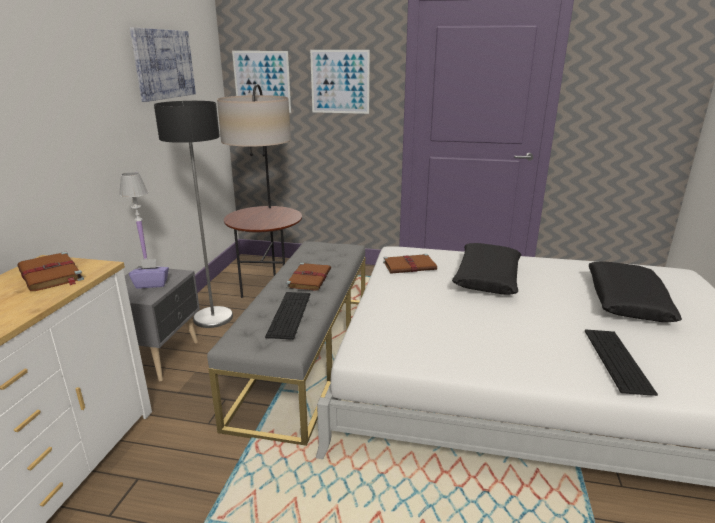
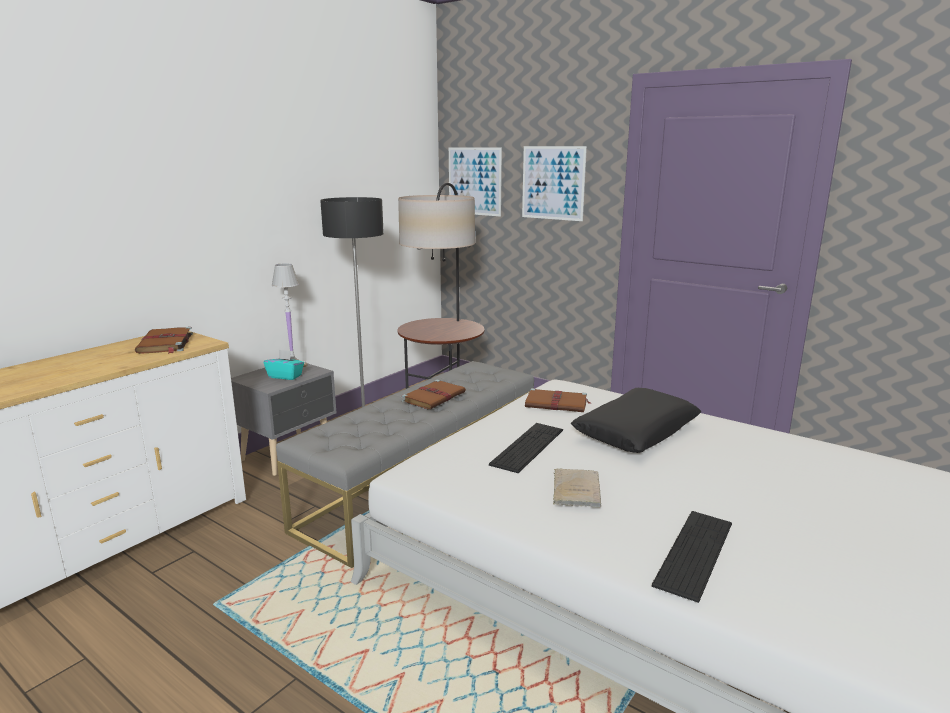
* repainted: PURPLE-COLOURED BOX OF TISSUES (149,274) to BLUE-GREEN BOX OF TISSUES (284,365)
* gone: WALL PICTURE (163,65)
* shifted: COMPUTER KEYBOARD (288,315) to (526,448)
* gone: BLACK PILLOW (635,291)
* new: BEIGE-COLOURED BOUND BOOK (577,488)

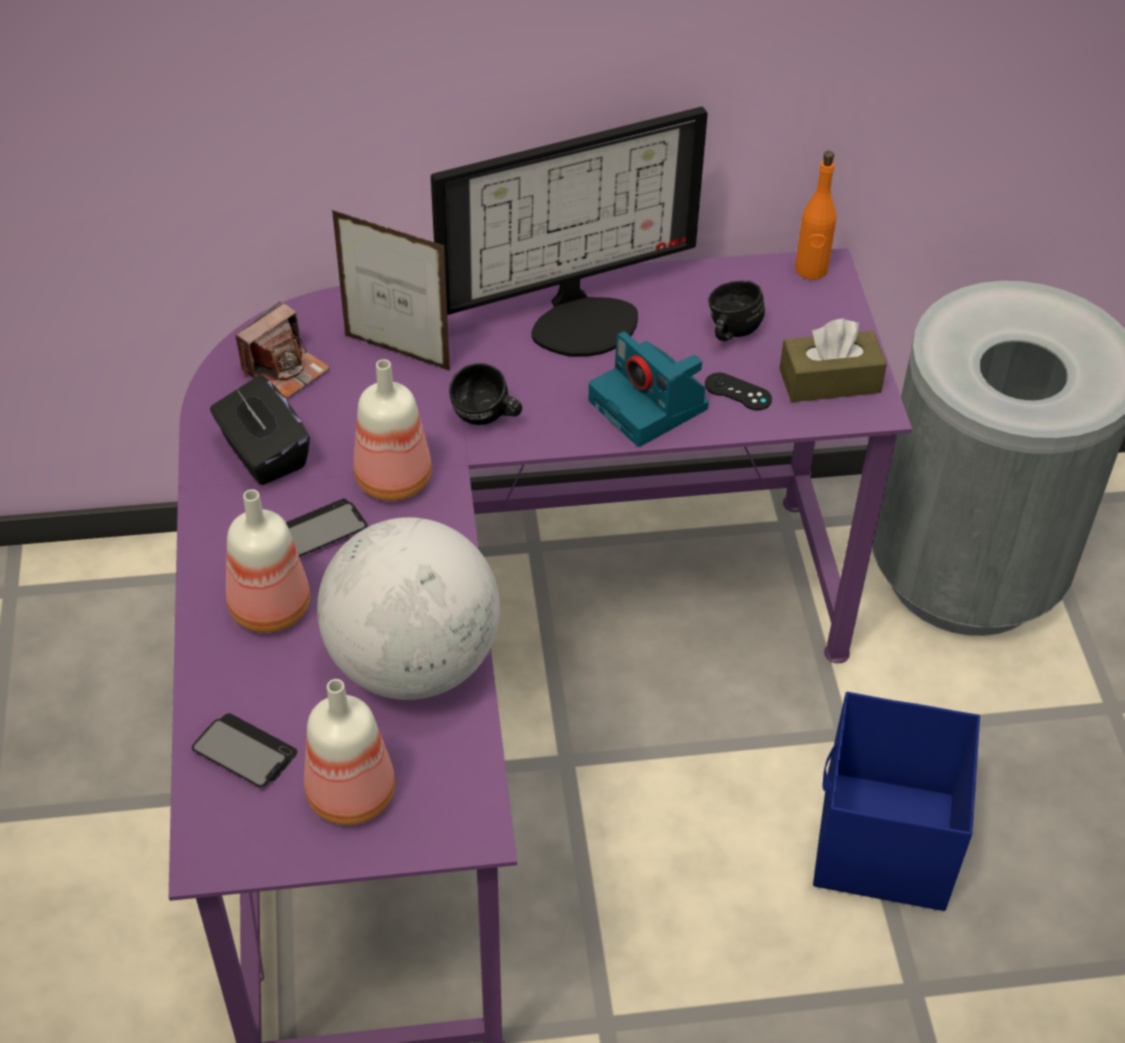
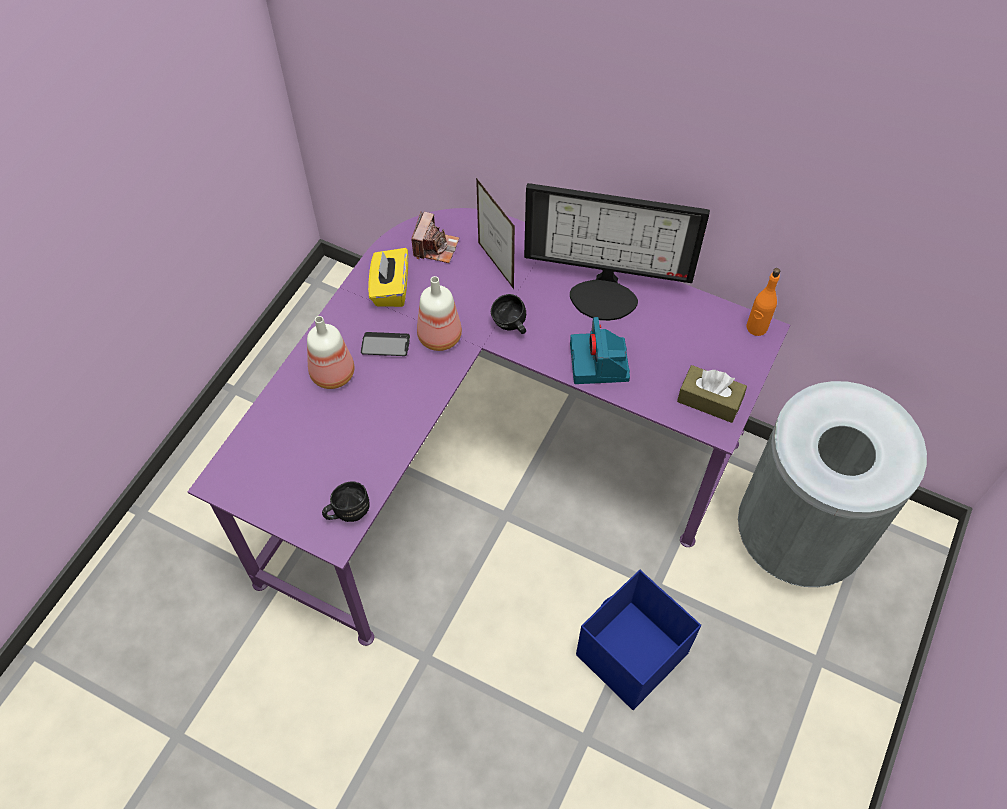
* gone: HANDSET (245,750)
* repainted: BLACK BOX OF TISSUES (260,430) to YELLOW BOX OF TISSUES (388,277)
* rotated: PHOTO CAMERA (282,350) = (435,237) 60 degrees counterclockwise
* gone: DRINK BOTTLE (349,752)
* gone: GLOBE (408,608)
* gone: BLACK GAMEPAD (738,391)
* shifted: BLACK TEA MUG (736,310) to (346,501)

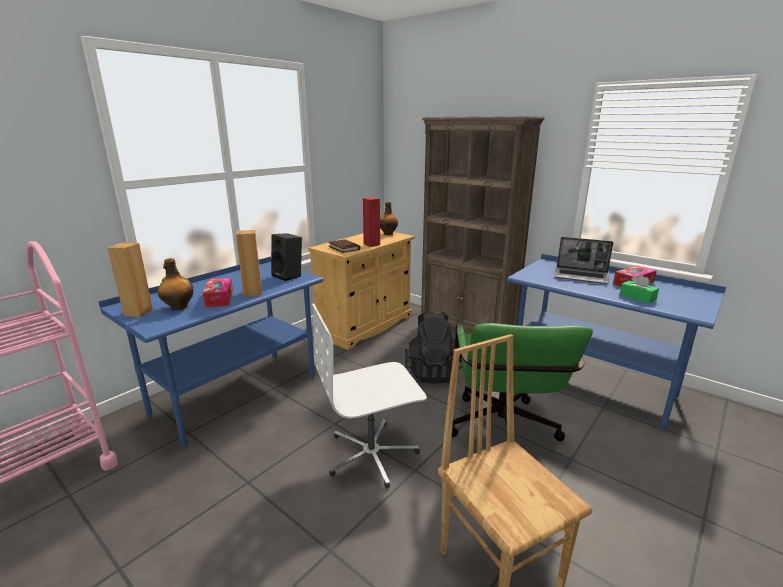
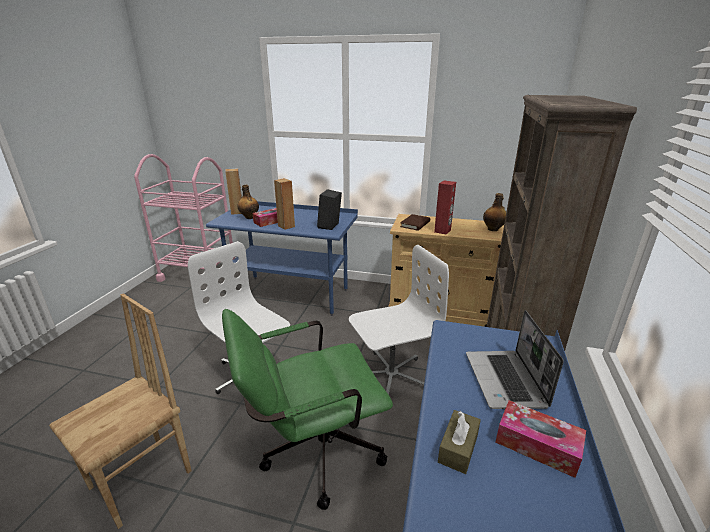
* swapped: BLACK KNAPSACK (433,347) to WHITISH DESK CHAIR (399,320)
* repainted: GREEN-COLOURED BOX OF TISSUES (639,289) to BROWN BOX OF TISSUES (459,442)

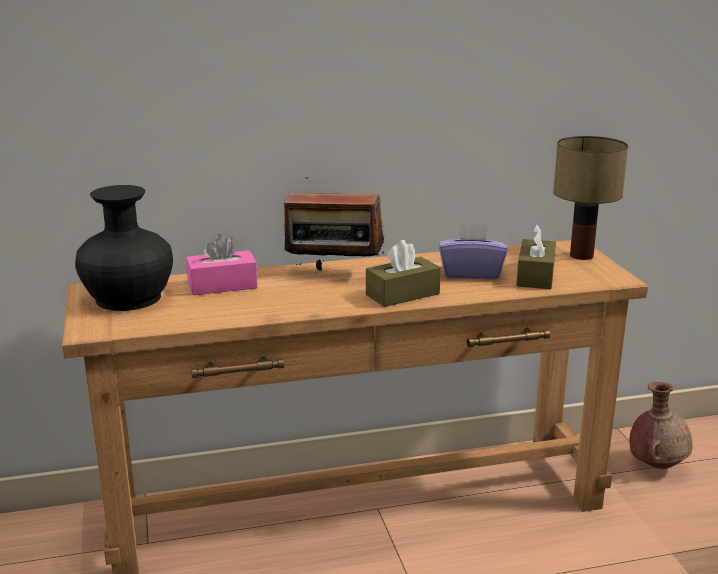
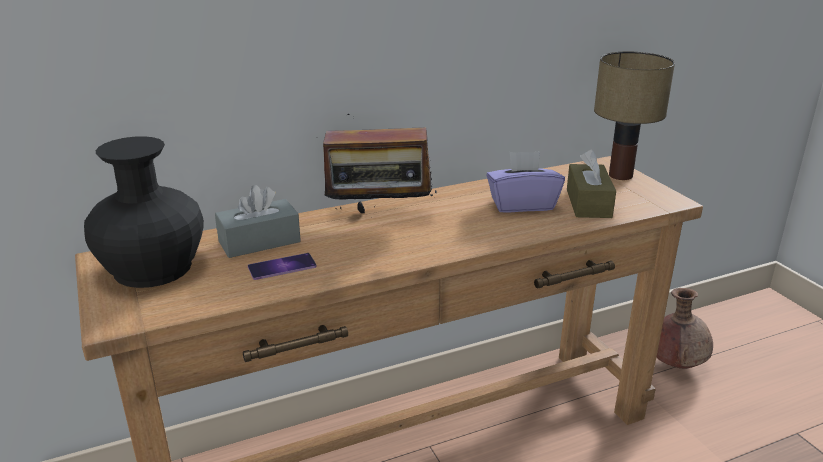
* repainted: PINKISH BOX OF TISSUES (222,264) to GREYISH BOX OF TISSUES (258,221)
* gone: BROWN BOX OF TISSUES (403,273)
* new: HANDSET (282,266)

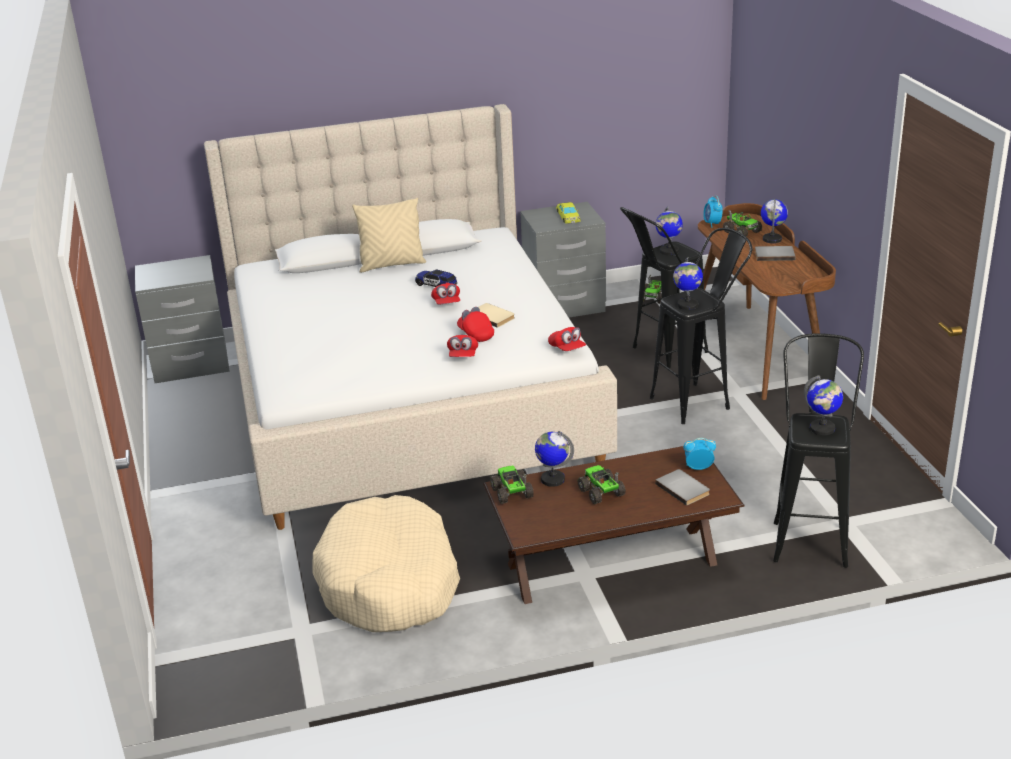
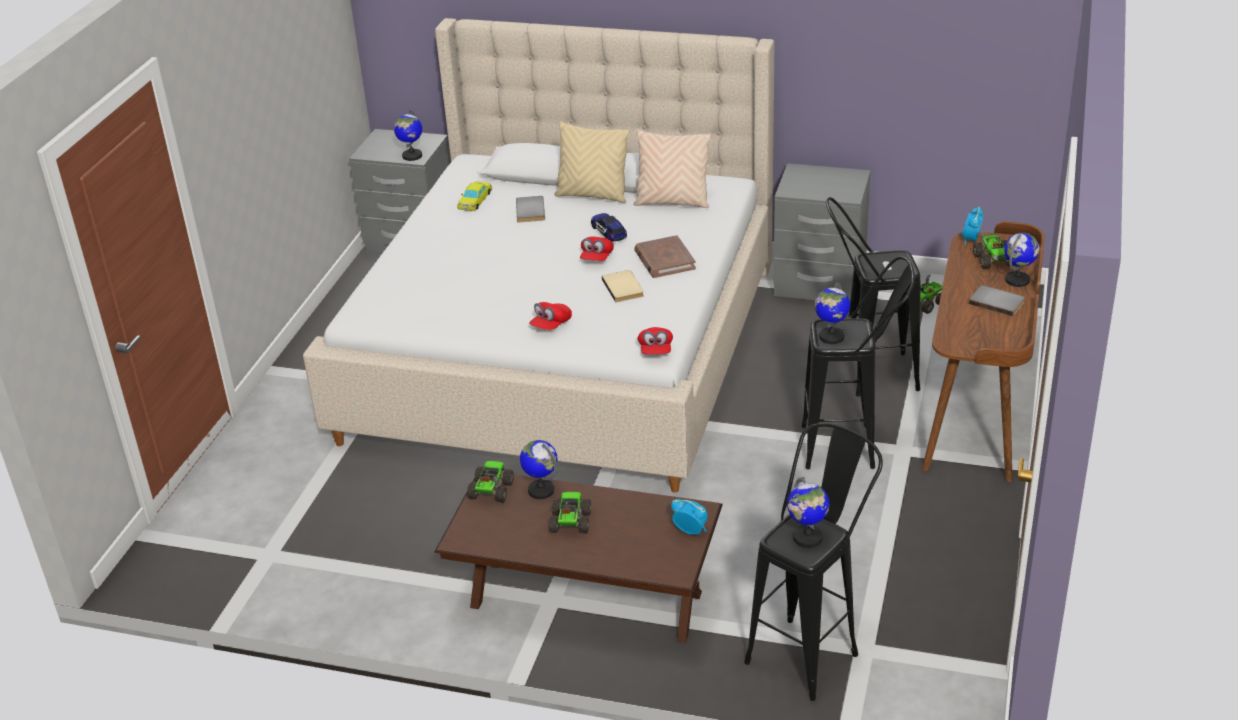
* gone: BEIGE-COLOURED DOG BED (386,563)
* gone: RED CAP (475,324)
* shifted: YELLOW MODEL CAR (568,213) to (474,196)
* shifted: GREYISH BOUND BOOK (682,487) to (530,209)
* shifted: GLOBE (669,231) to (408,135)
* new: BEIGE-COLOURED PILLOW (672,168)
* new: BROWN BOUND BOOK (665,256)

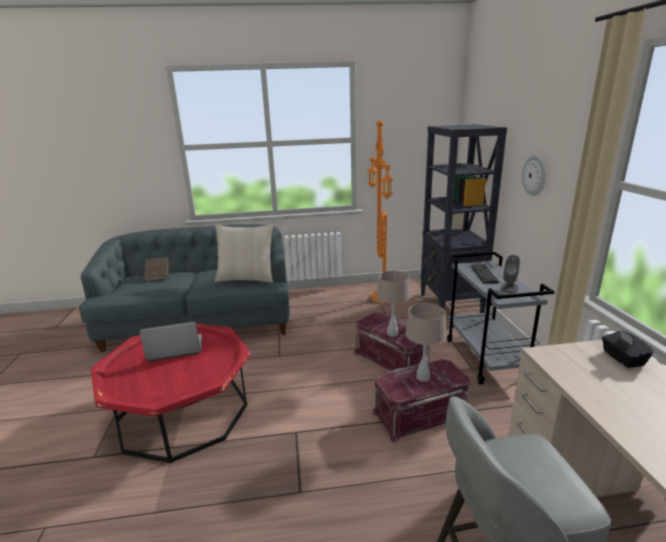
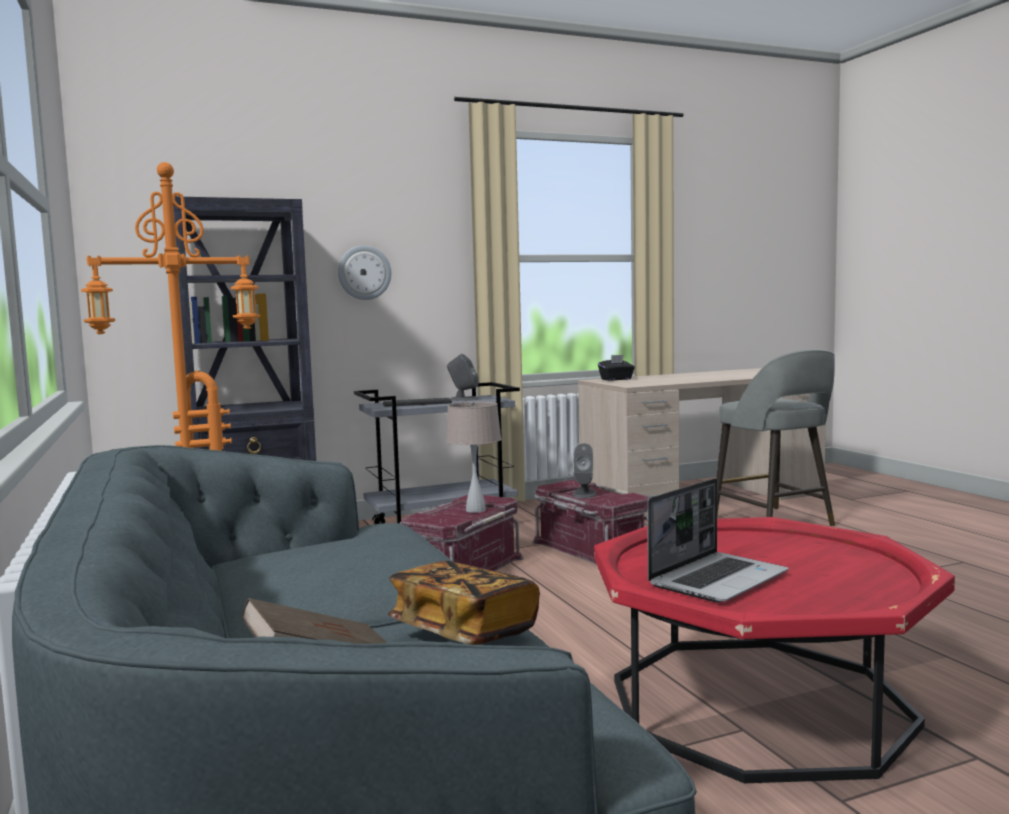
* rotated: LAPTOP (170,341) = (718,540) 105 degrees counterclockwise
* gone: BEIGE-COLOURED PILLOW (244,253)
* swapped: BEIGE-COLOURED TABLETOP LAMP (425,342) to GREYISH AUDIO SPEAKER (585,470)
* new: BOUND BOOK (464,603)

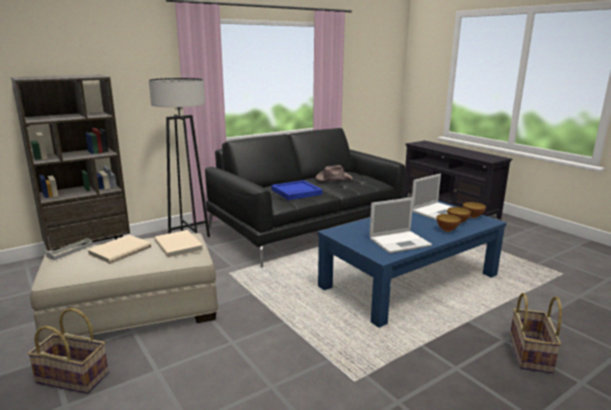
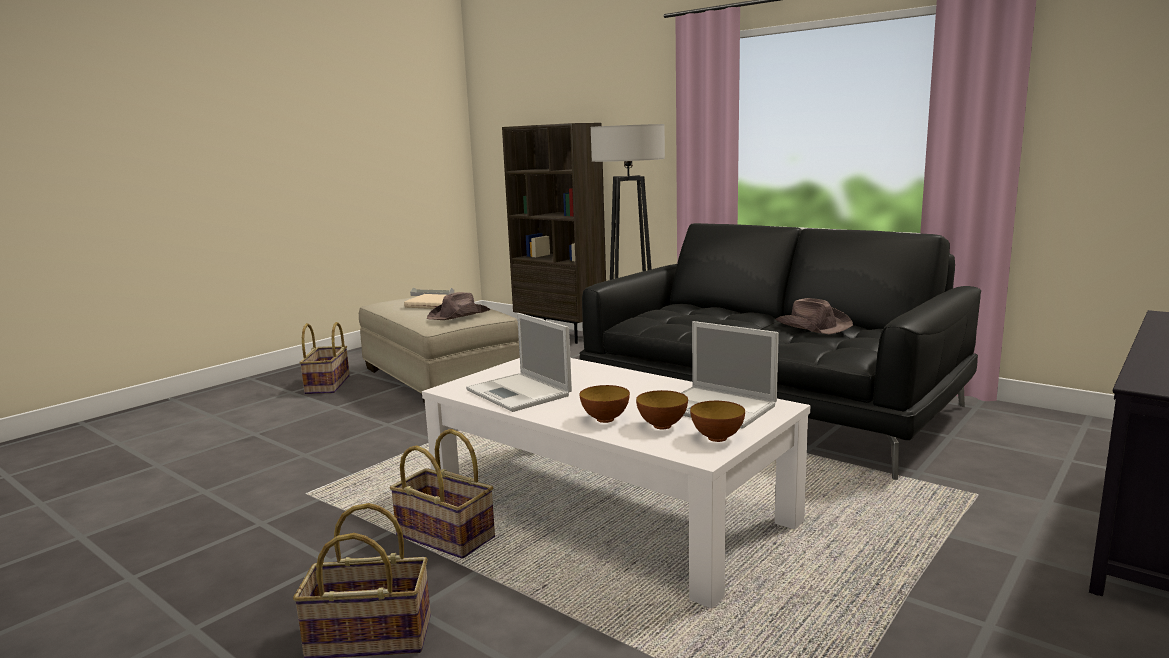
* swapped: BEIGE-COLOURED BOUND BOOK (178,244) to BROWN WEARABLE HAT (458,306)
* gone: BLUISH SERVING TRAY (297,190)
* repainted: BLUISH COFFEE TABLE (412,264) to WHITISH COFFEE TABLE (616,483)
* new: STORAGE BASKET (442,493)

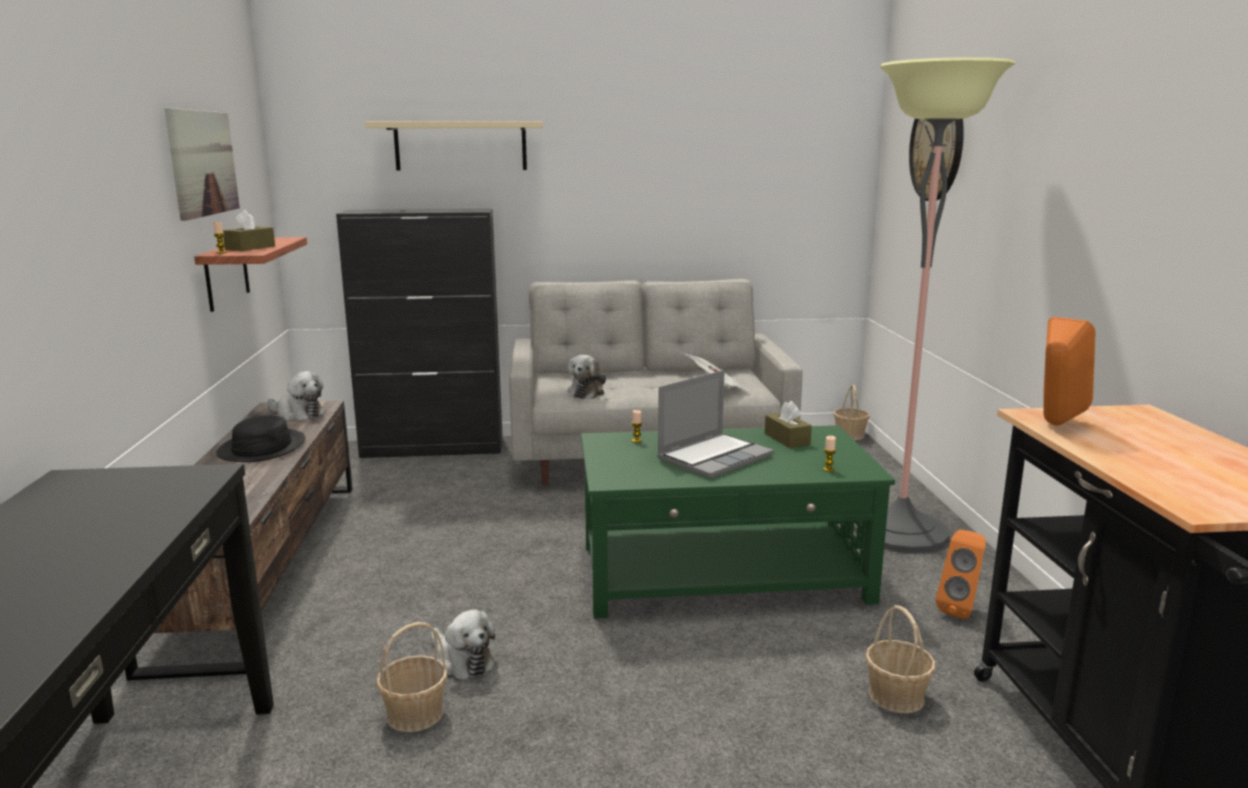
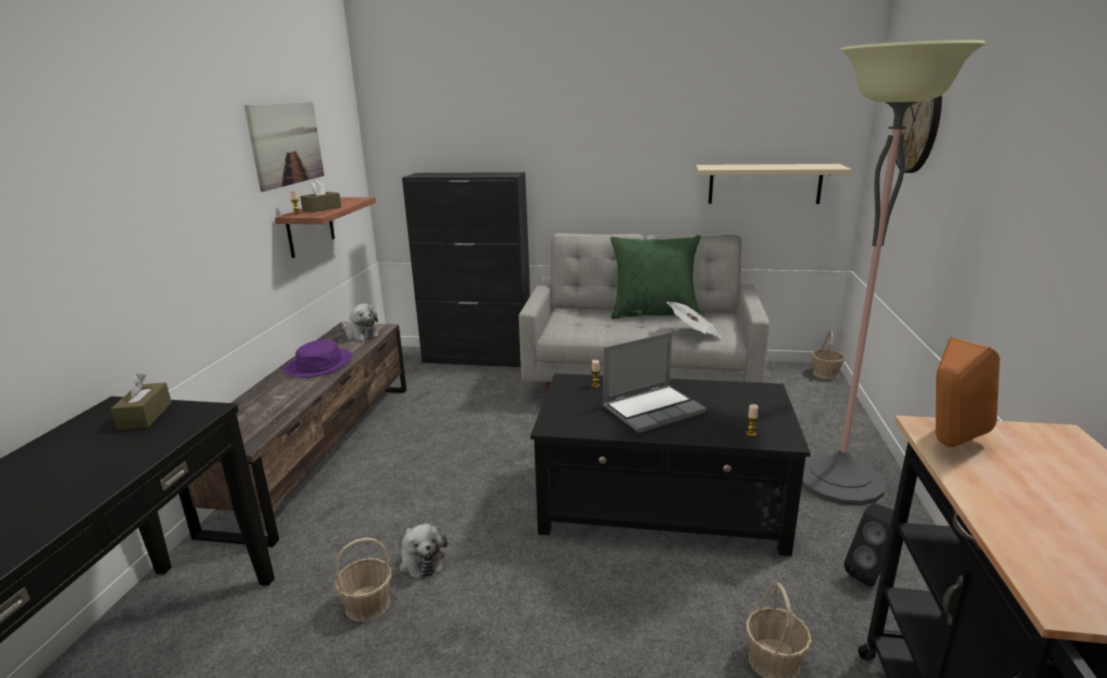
* repainted: BLACK WEARABLE HAT (260,439) to PURPLE-COLOURED WEARABLE HAT (318,359)
* shifted: BEIGE-COLOURED WALL SHELF (454,146) to (774,184)
* gone: PLUSH TOY (586,377)
* repainted: GREEN-COLOURED COFFEE TABLE (738,521) to BLACK COFFEE TABLE (670,464)
* shifted: BROWN BOX OF TISSUES (788,424) to (141,401)
* repainted: ORANGEY AUDIO SPEAKER (961,574) to BLACK AUDIO SPEAKER (869,544)
* new: GREEN-COLOURED PILLOW (656,277)

